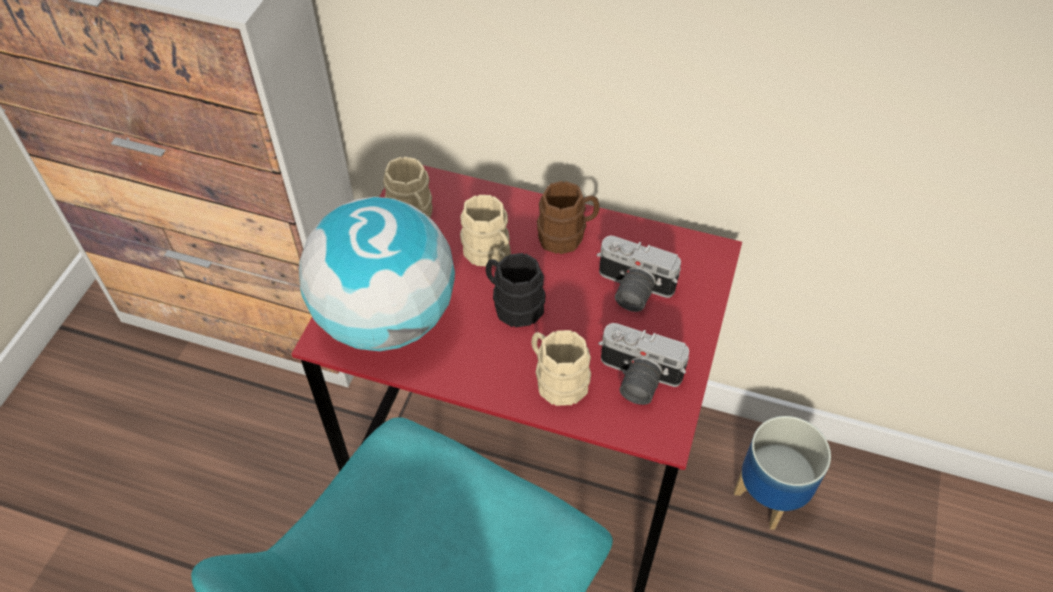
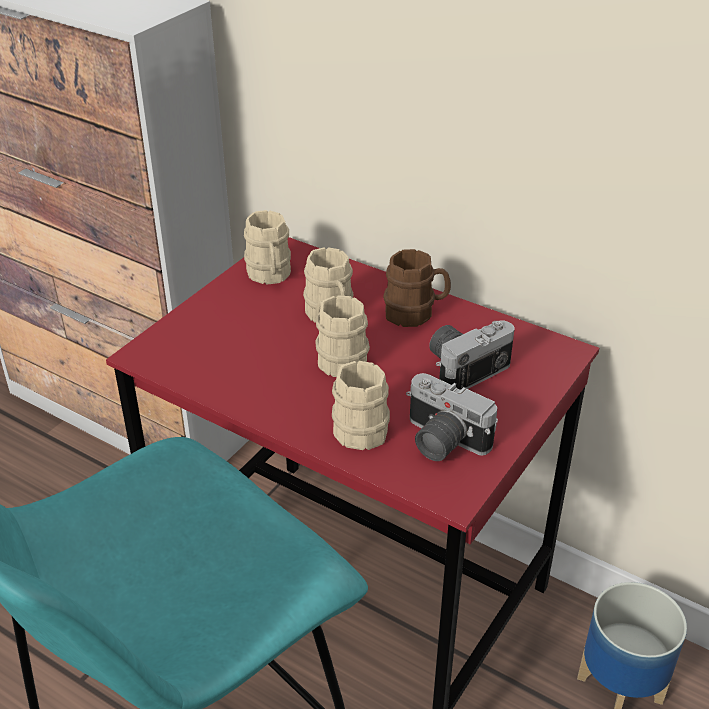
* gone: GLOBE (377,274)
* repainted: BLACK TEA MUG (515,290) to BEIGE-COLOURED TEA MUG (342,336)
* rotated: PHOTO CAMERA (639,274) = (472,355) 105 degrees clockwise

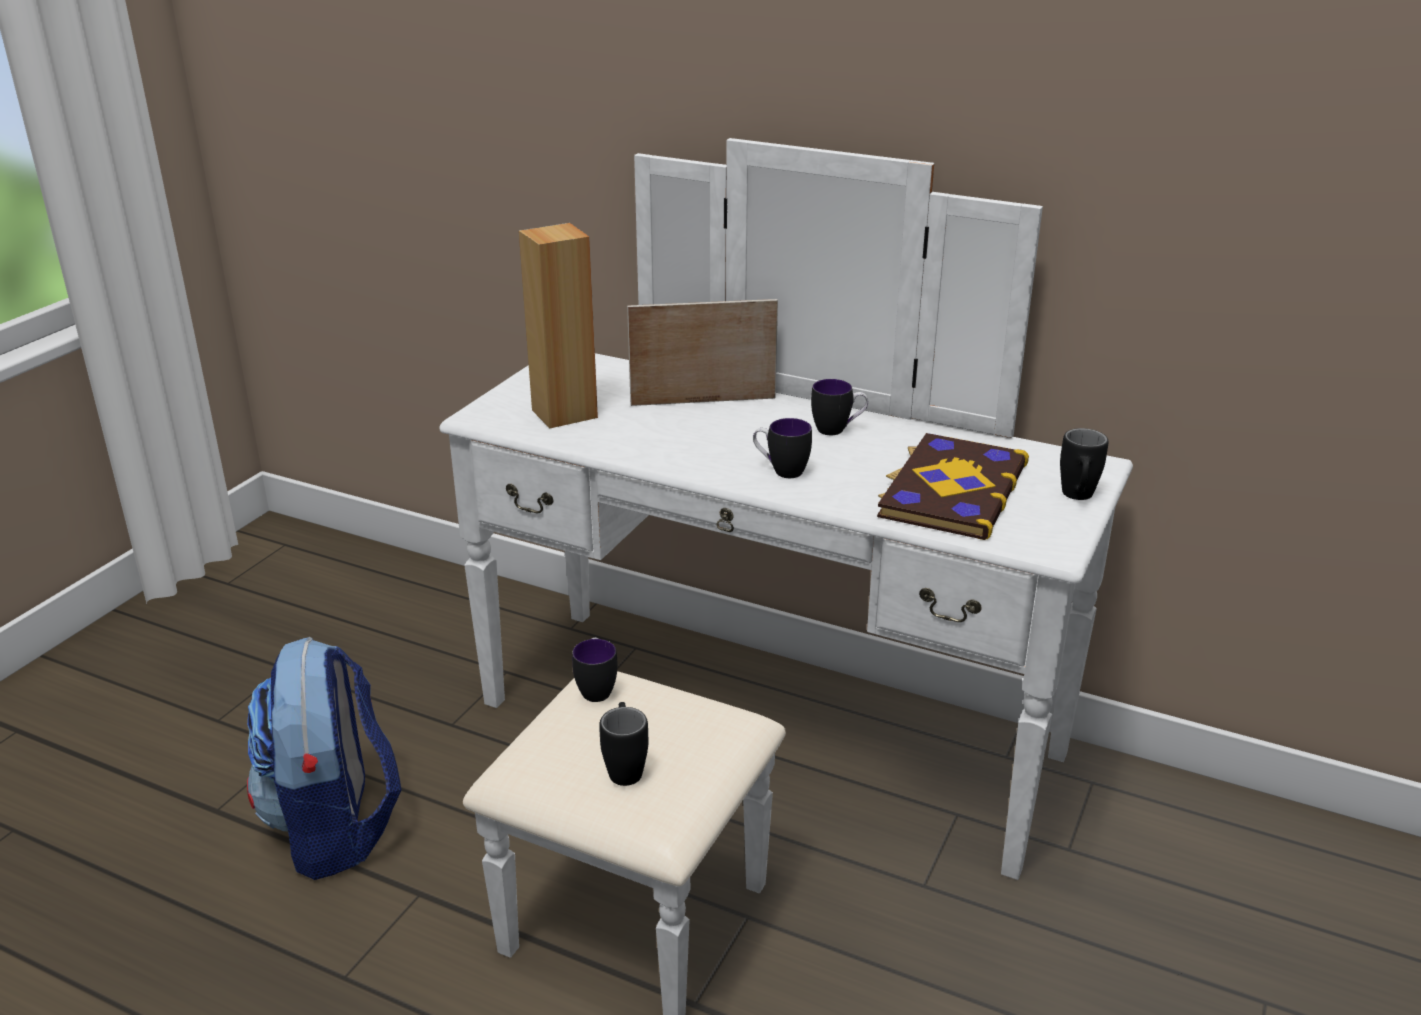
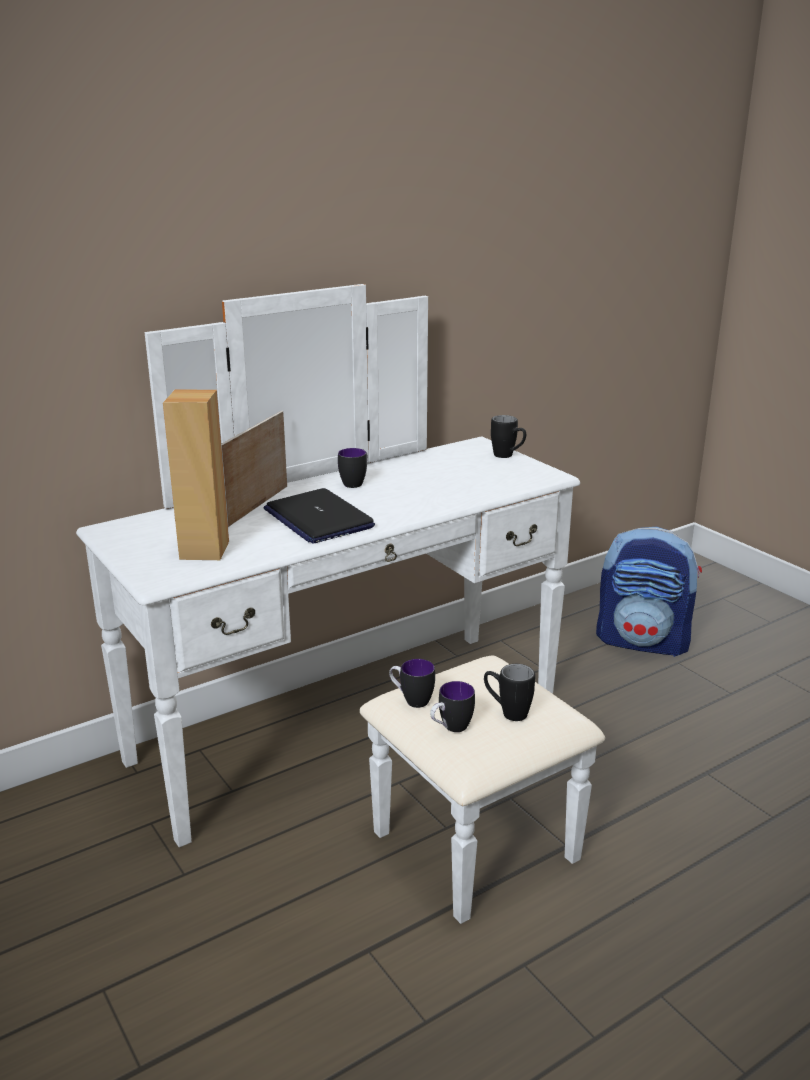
* shifted: KNAPSACK (324,758) to (649,592)
* shifted: TEA MUG (782,448) to (452,706)
* gone: BOUND BOOK (953,486)
* new: LAPTOP (319,516)

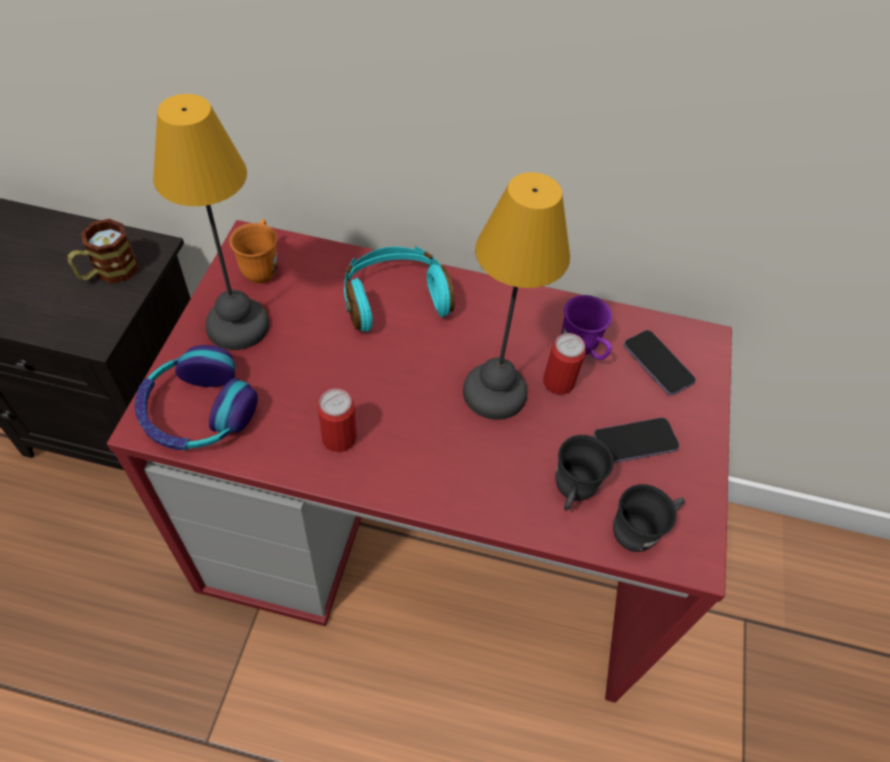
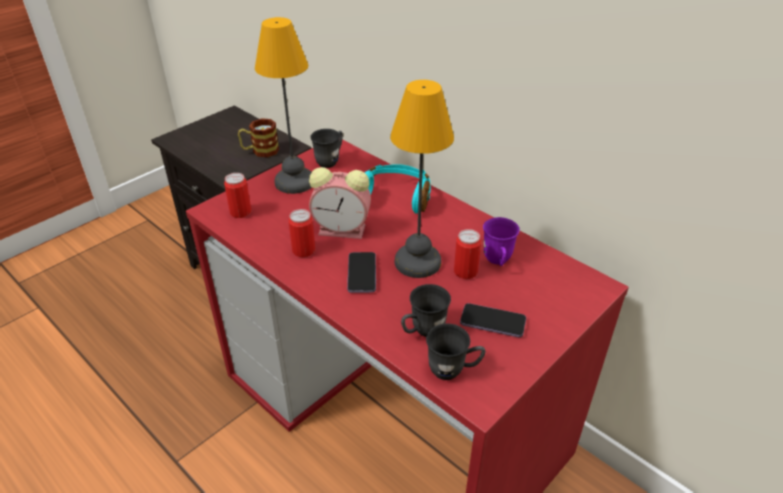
* swapped: PAIR OF HEADPHONES (196,397) to SEALED CAN (238,195)
* repainted: ORANGEY TEA MUG (253,251) to GREYISH TEA MUG (326,148)
* shifted: HANDSET (660,362) to (361,272)
* new: BEDSIDE CLOCK (340,203)

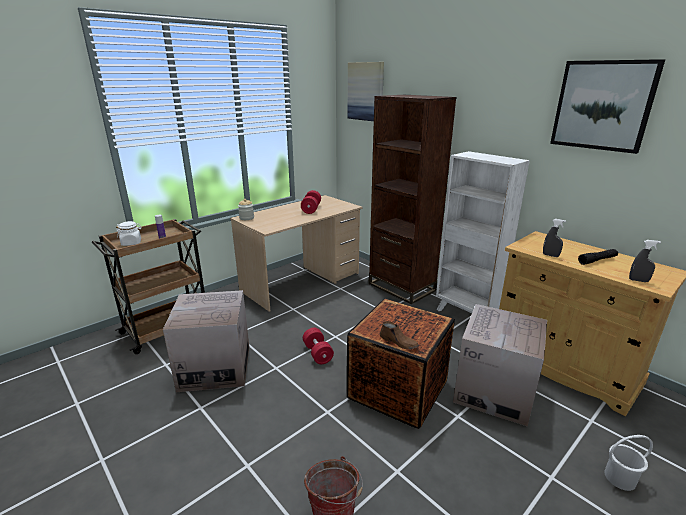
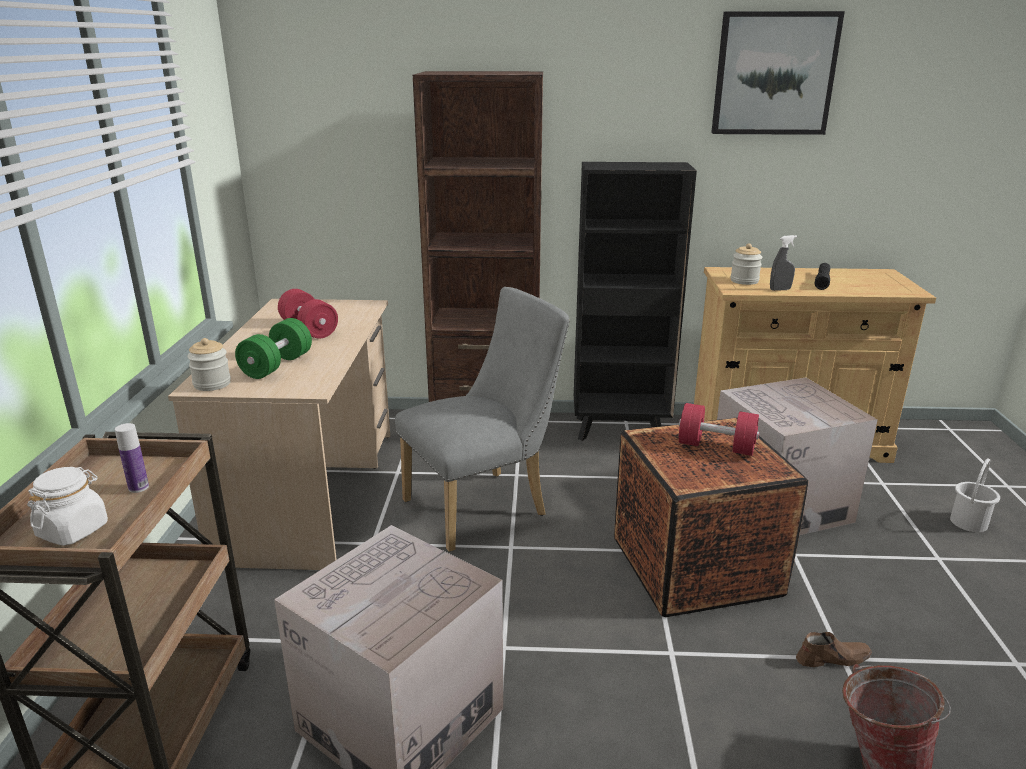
* shifted: RED HAND WEIGHT (318,346) to (719,429)
* gone: WALL PICTURE (366,91)
* shifted: BROWN ITEM OF FOOTWEAR (399,335) to (834,649)
* repainted: WHITISH SHELVING UNIT (483,232) to BLACK SHELVING UNIT (635,301)
* gone: GREYISH HAND SPRAYER (645,261)
* new: GREEN-COLOURED HAND WEIGHT (273,348)
* new: GREYISH UPRIGHT CHAIR (482,419)
* new: STORAGE JAR (746,264)

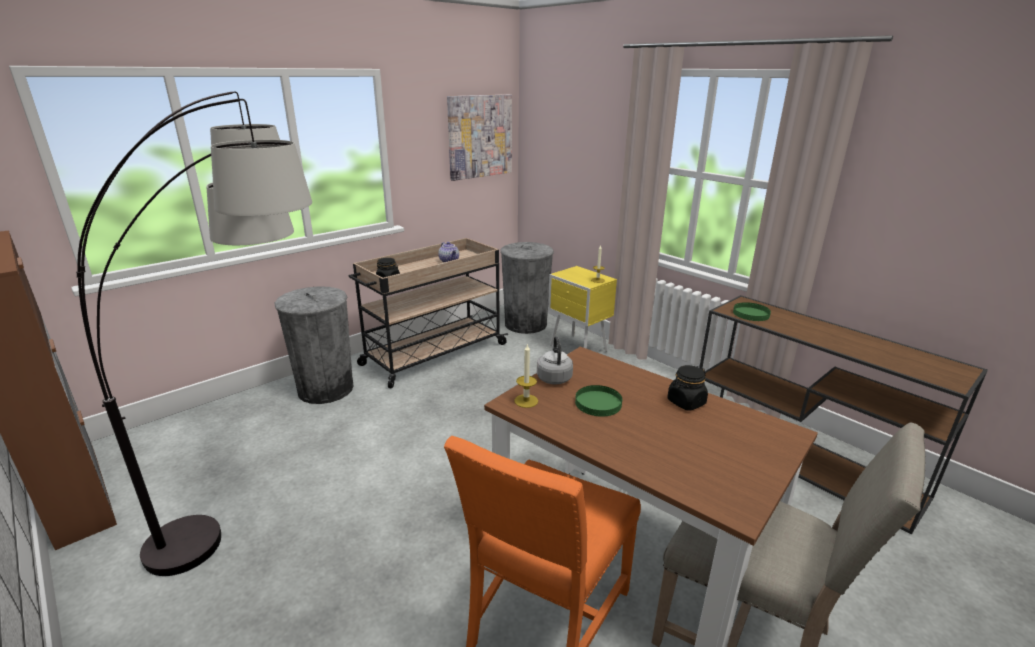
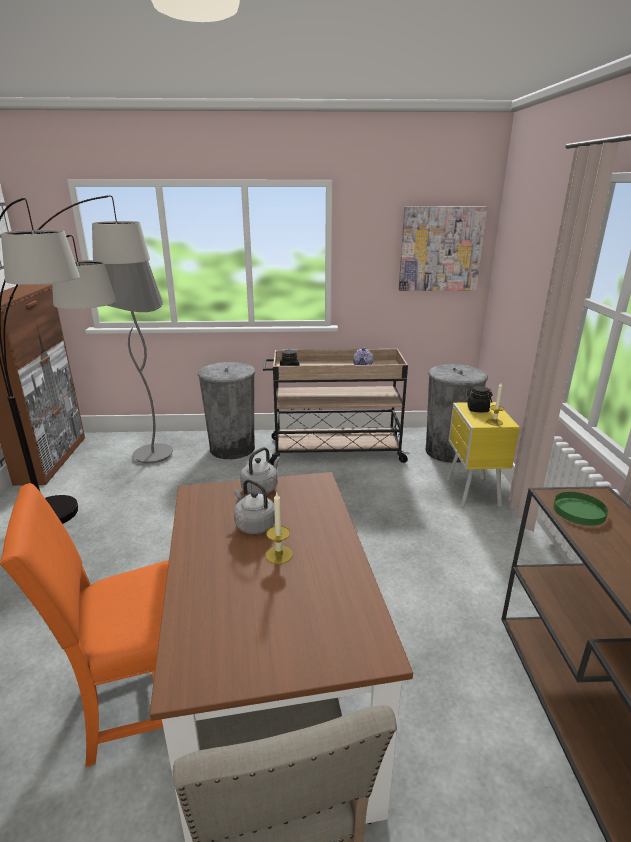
* shifted: CANDLE (526,376) to (279,528)
* swapped: GREEN-COLOURED FLAT DISH (598,401) to GREYISH WATER KETTLE (254,506)
* shifted: BLACK STORAGE JAR (687,388) to (480,399)
* new: GREYISH FLOOR LAMP (139,362)

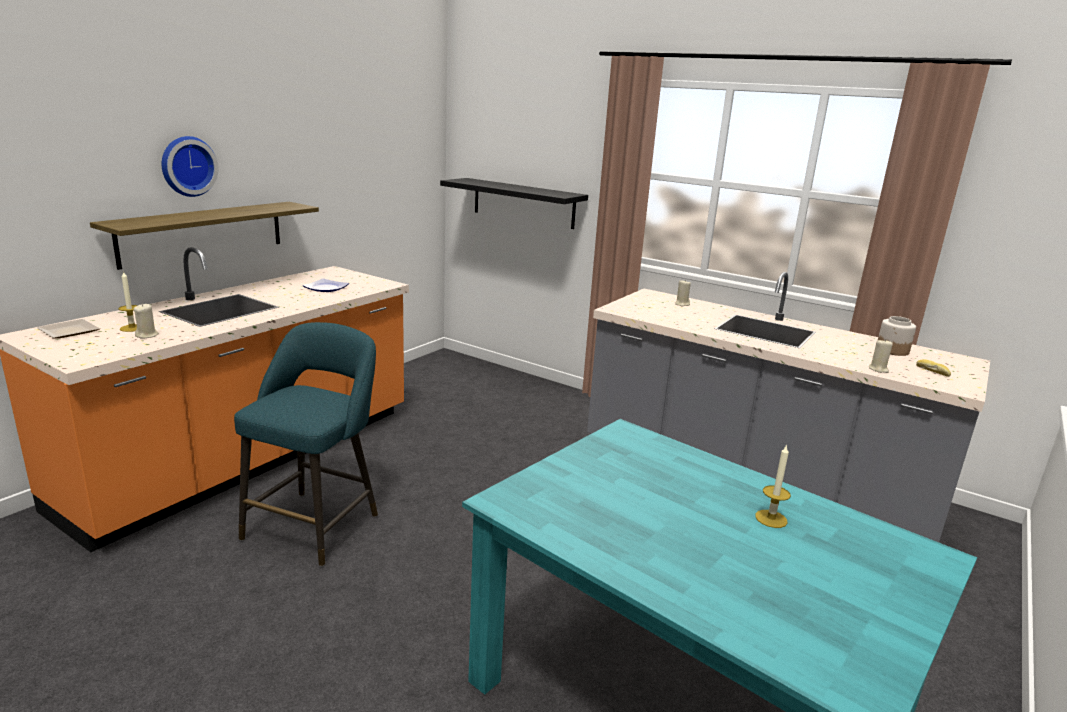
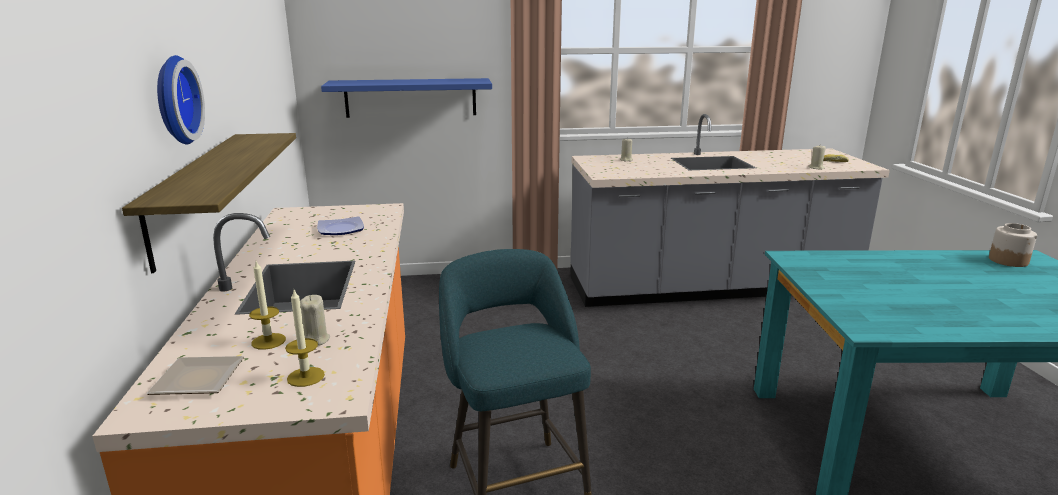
* repainted: BLACK WALL SHELF (514,203) to BLUISH WALL SHELF (406,98)
* shifted: CANDLE (773,486) to (305,338)
* shifted: STORAGE JAR (897,336) to (1013,245)

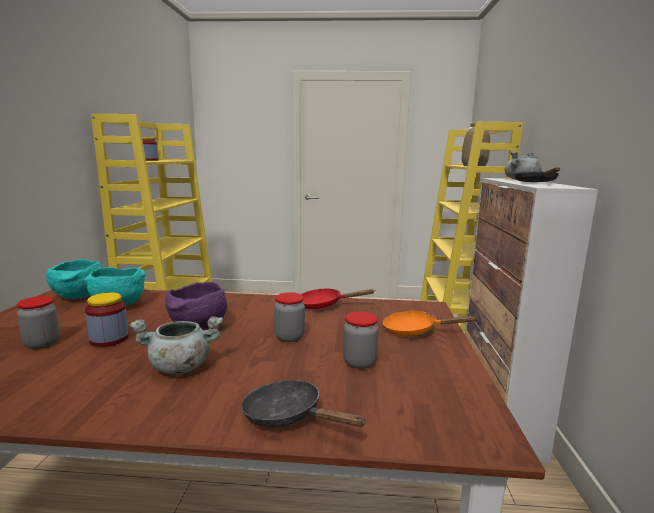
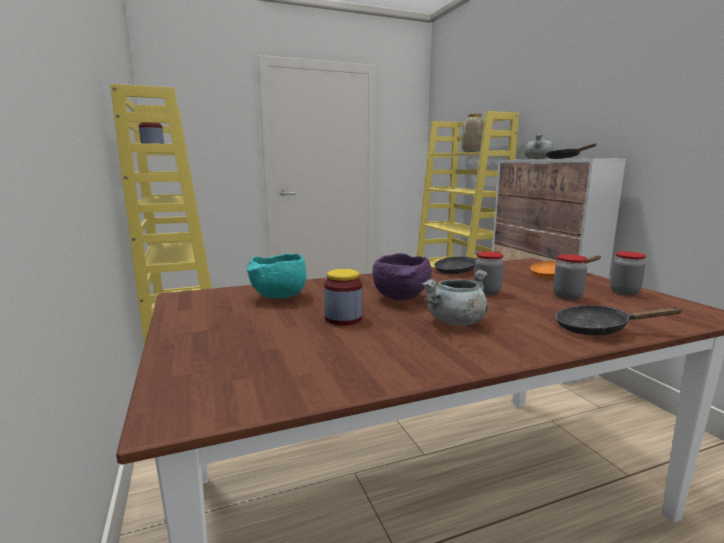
* shifted: STORAGE JAR (38,322) to (628,273)
* gone: BLUE-GREEN BOWL (74,279)
* repainted: RED FRYING PAN (337,299) to BLACK FRYING PAN (467,262)

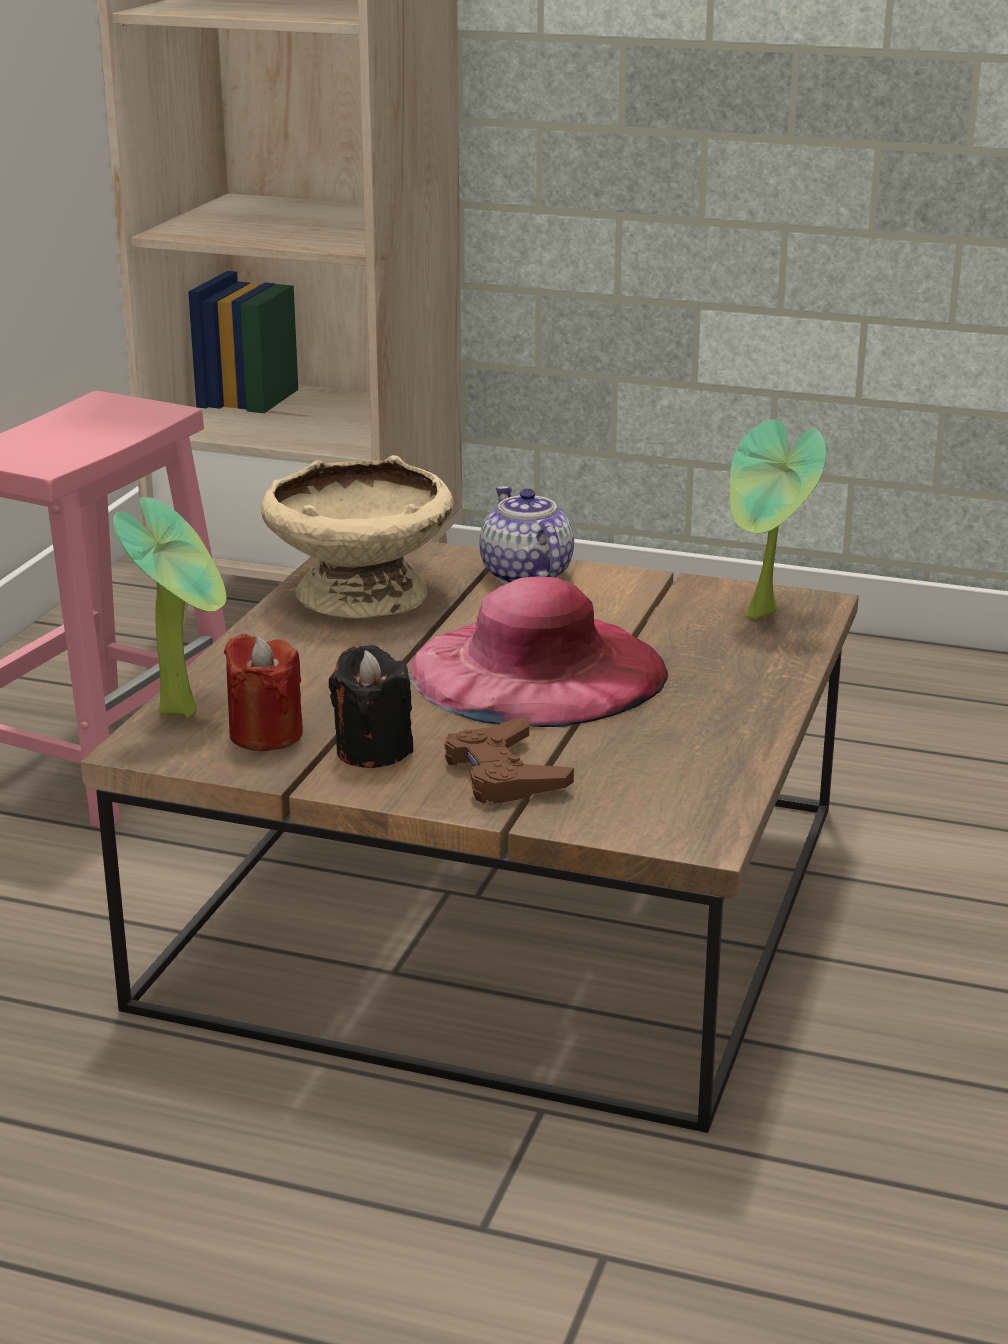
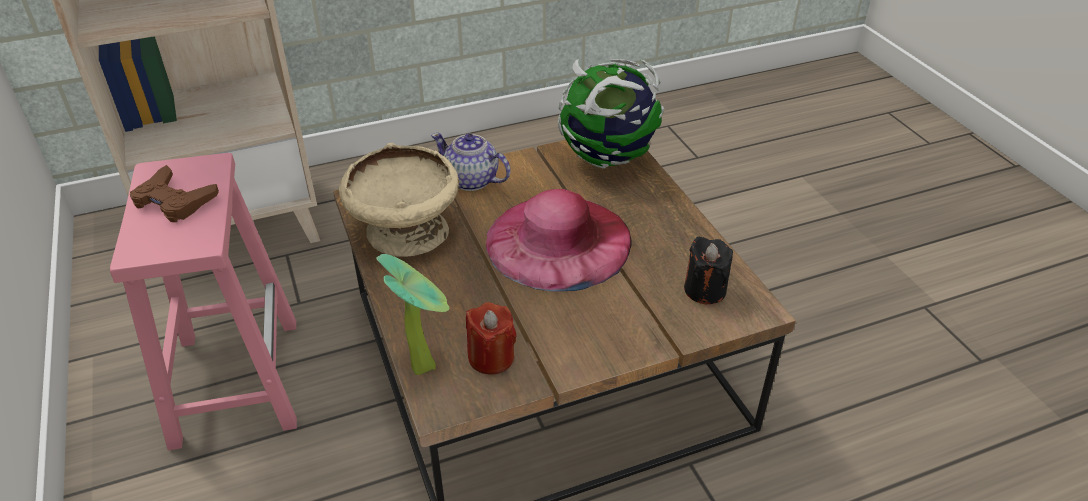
* shifted: BLACK CANDLE (371,706) to (708,270)
* shifted: BROWN GAMEPAD (509,760) to (174,193)
* swapped: POTTED PLANT (778,519) to GLOBE (611,114)

